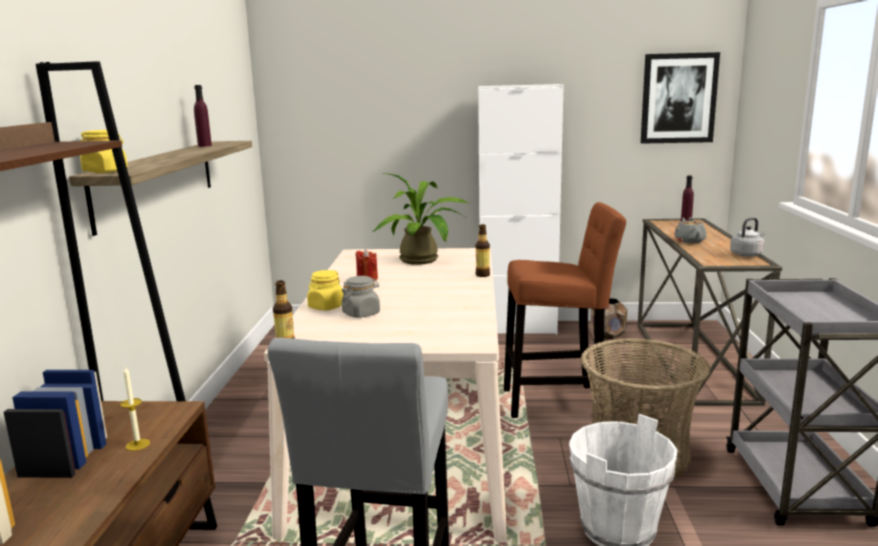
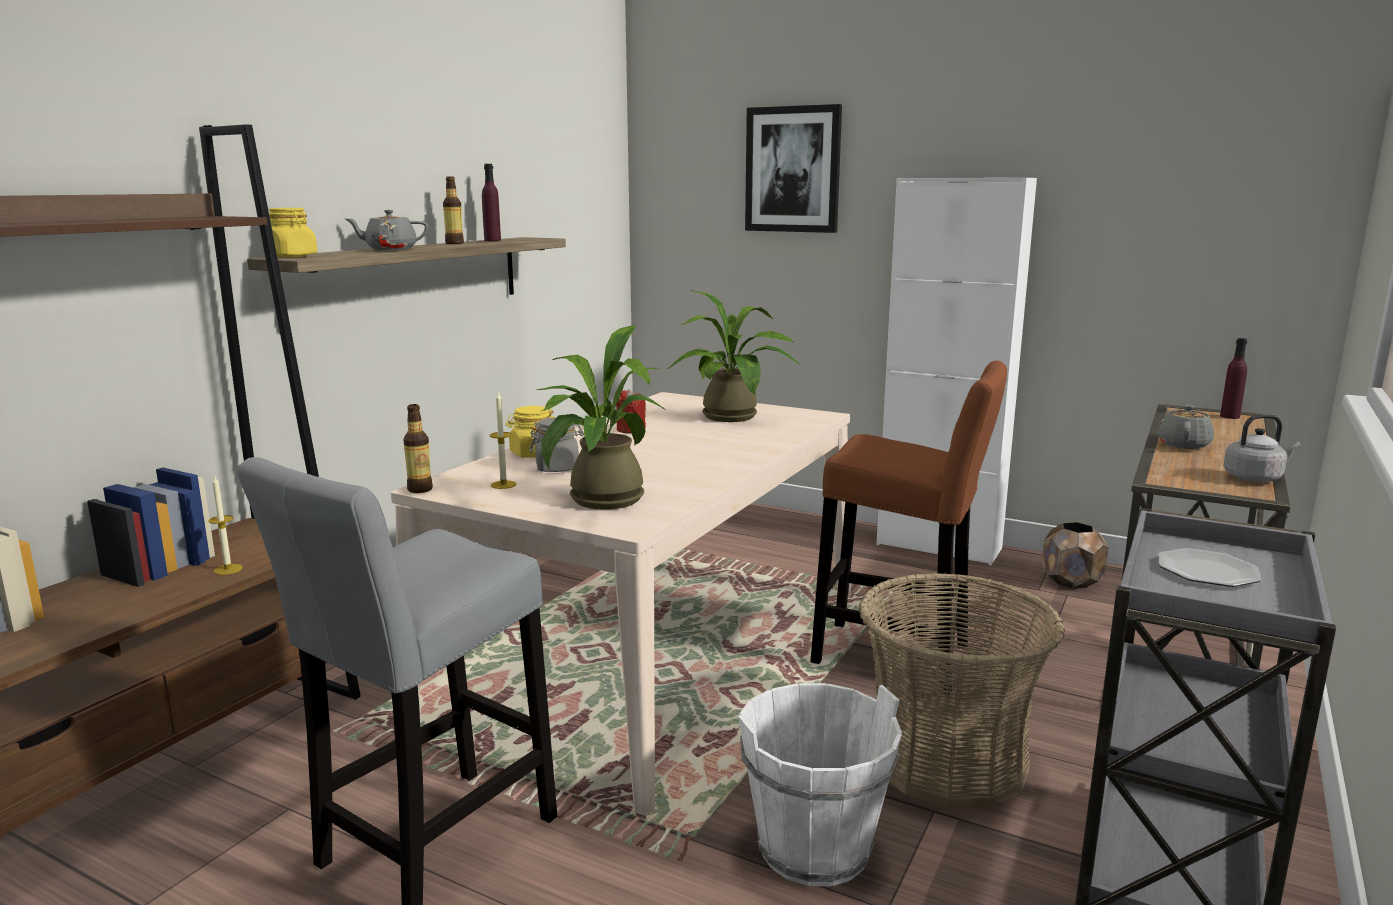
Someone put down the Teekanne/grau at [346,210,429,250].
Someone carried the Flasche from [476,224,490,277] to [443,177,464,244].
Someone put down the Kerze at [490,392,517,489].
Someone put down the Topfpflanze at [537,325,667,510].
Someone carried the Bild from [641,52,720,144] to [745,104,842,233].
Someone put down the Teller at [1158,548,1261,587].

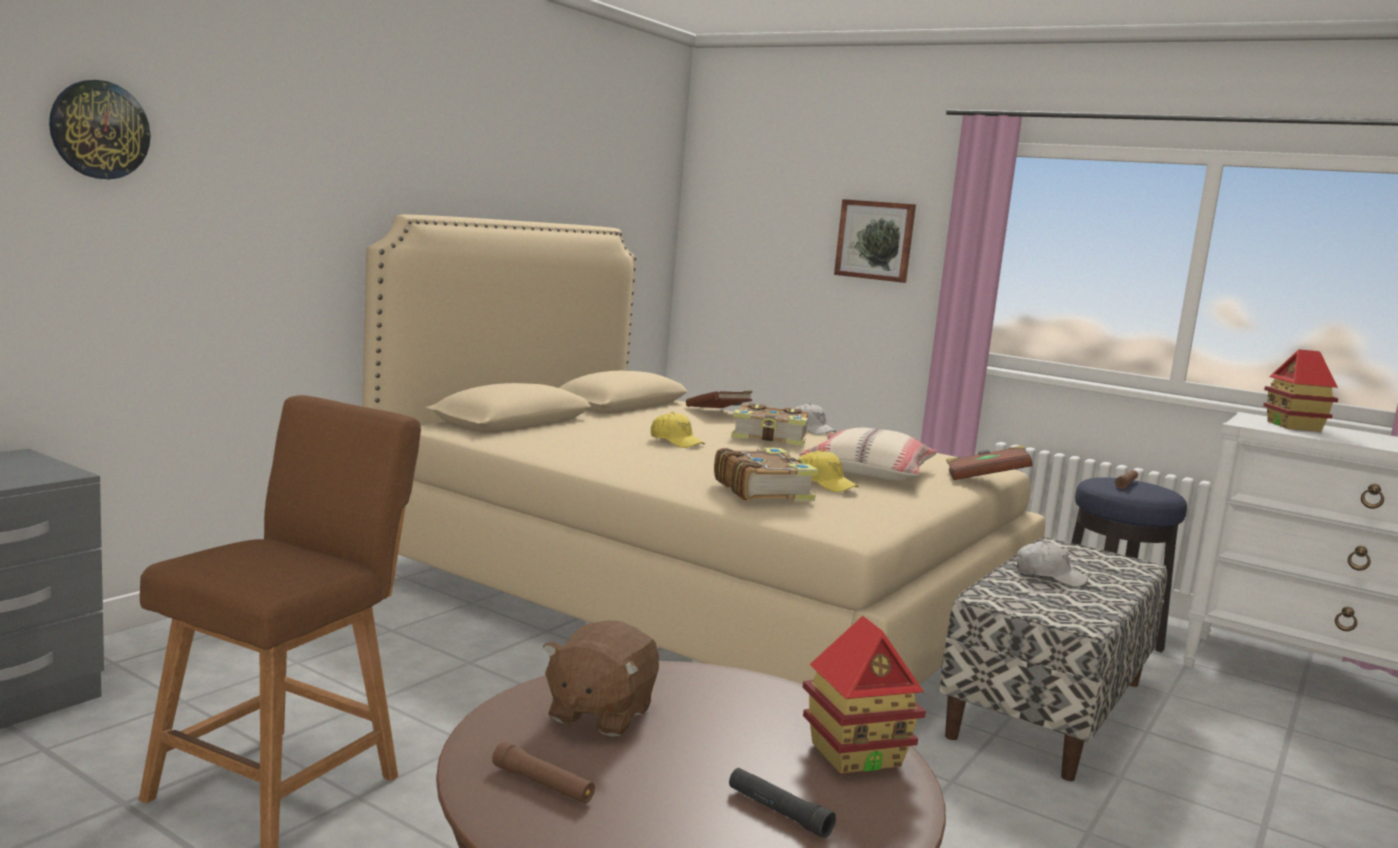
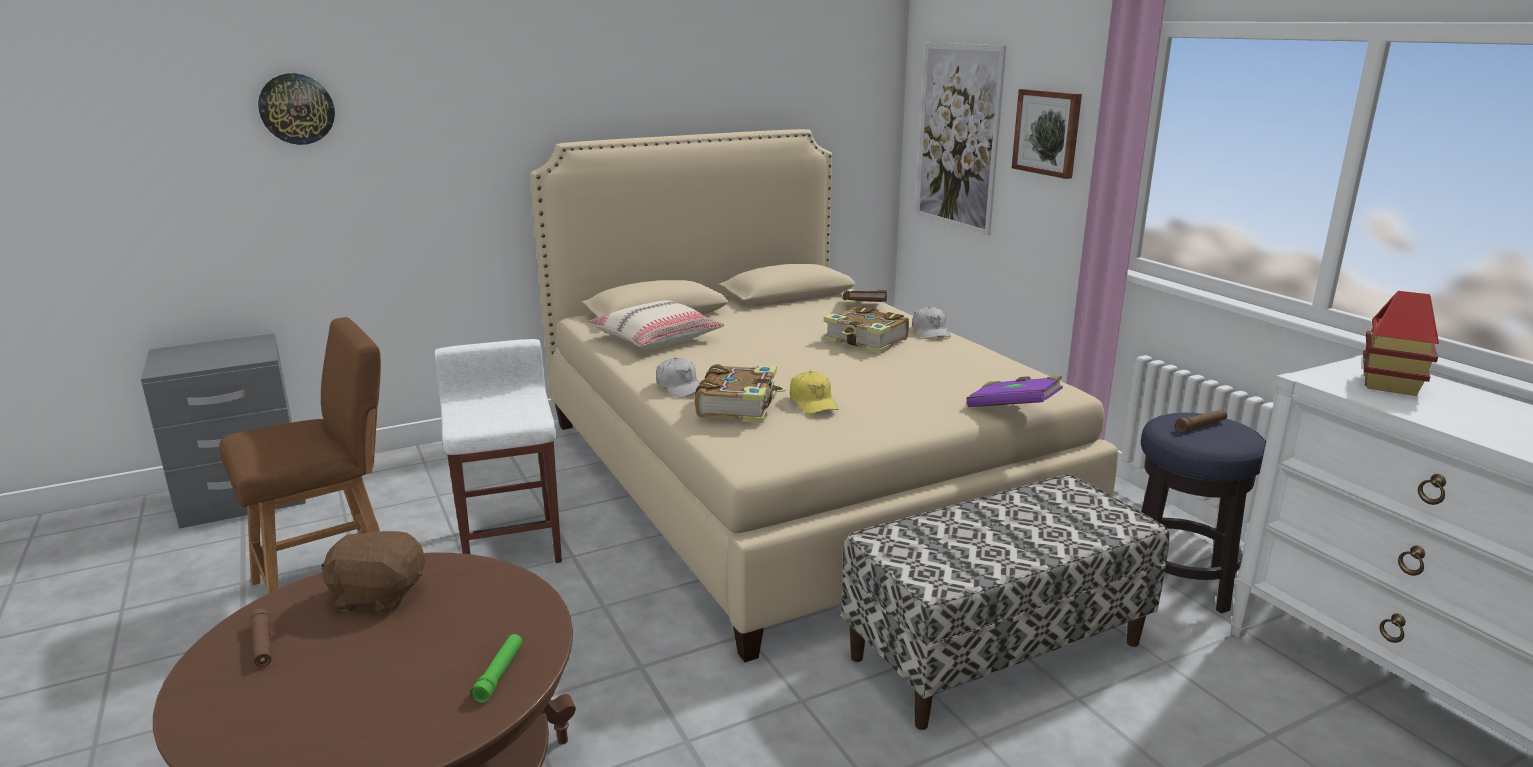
Someone rotated the Plüschtier/braun at [543,620,659,736] by 45 degrees clockwise.
Someone put down the Hocker/weiß at [435,339,562,563].
Someone swapped the Spielzeughaus at [803,616,926,774] for the Taschenlampe/grün at [470,634,523,703].
Someone carried the Kissen/beige from [799,428,937,481] to [588,300,724,349].
Someone carried the Kappe/weiß from [1017,541,1088,587] to [656,357,700,398].
Someone put up the Bild at [916,43,1006,236].
Someone repainted the Buch/braun at [946,445,1032,480], which became the Buch/lila at [967,376,1063,407].
Someone took away the Kappe/gelb at [651,412,705,448].
Someone took away the Taschenlampe/schwarz at [729,768,836,838].

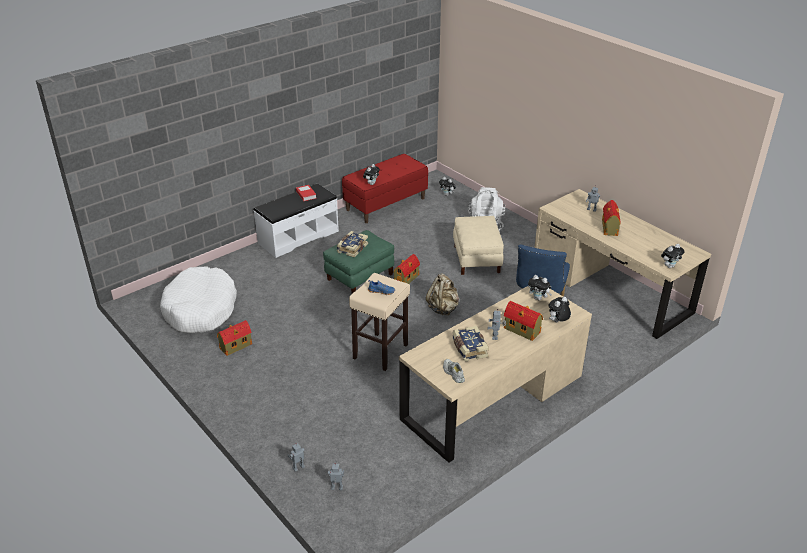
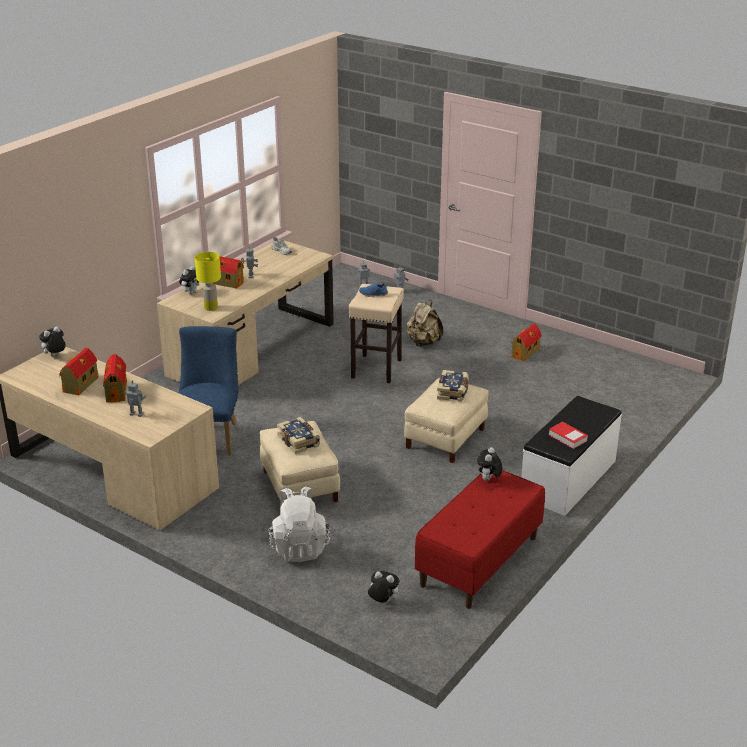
Someone carried the Spielzeughaus from [393,254,420,284] to [59,348,99,395].
Someone swapped the Plüschtier at [528,275,552,301] for the Tischlampe/gelb at [195,252,221,311].
Someone carried the Buch from [452,326,489,362] to [277,417,320,454].
Someone repainted the Polsterhocker/grün at [323,230,394,294], which became the Polsterhocker/beige at [404,378,489,463].
Someone carried the Rucksack/beige from [426,274,459,315] to [407,300,443,347].
Someone took away the Hundebett/weiß at [160,266,237,333].

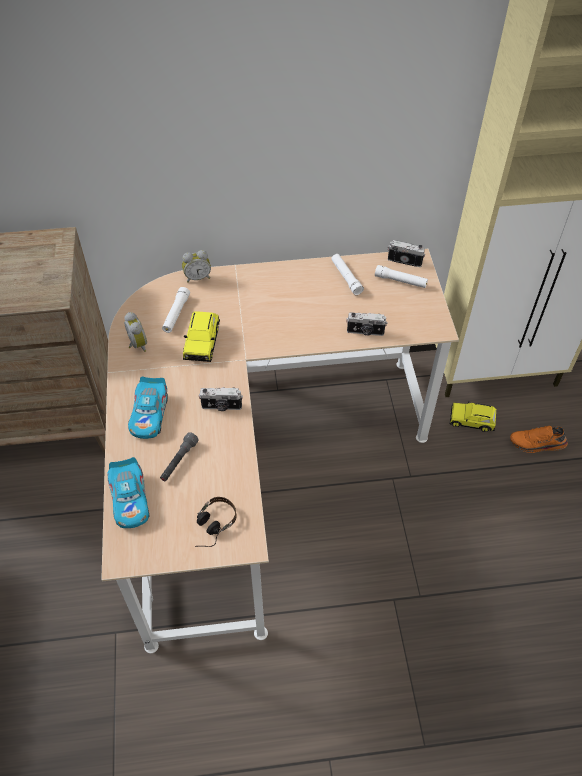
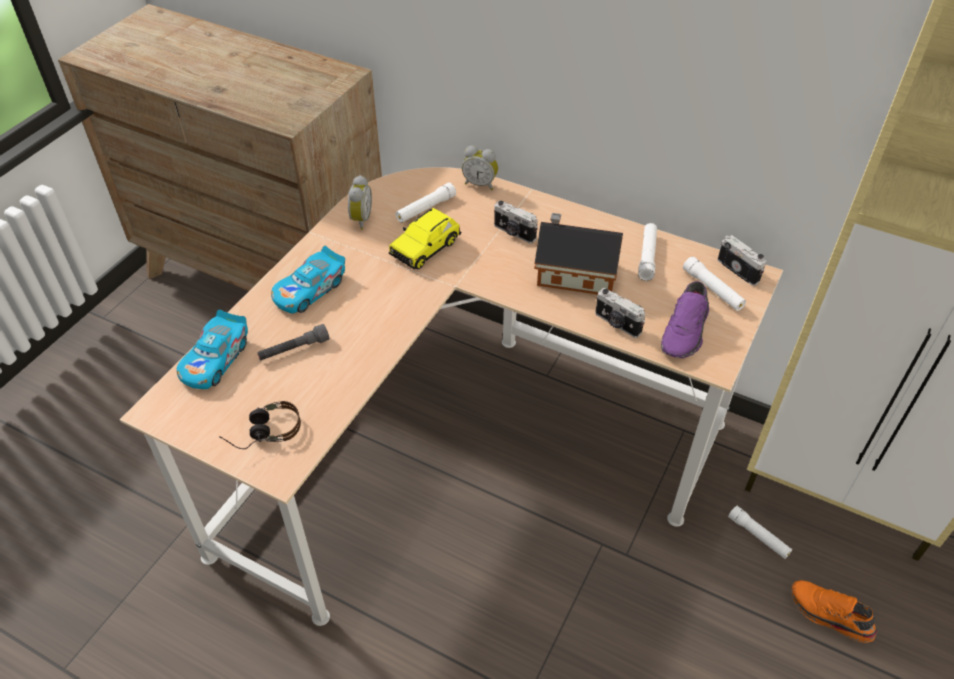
Someone carried the Kamera from [199,387,243,411] to [494,201,538,243].
Someone put down the Spielzeughaus at [534,213,623,294].
Someone put down the Schuh/lila at [661,281,709,358].
Someone swapped the Spielzeugauto/gelb at [450,401,496,432] for the Taschenlampe/weiß at [728,506,792,559].

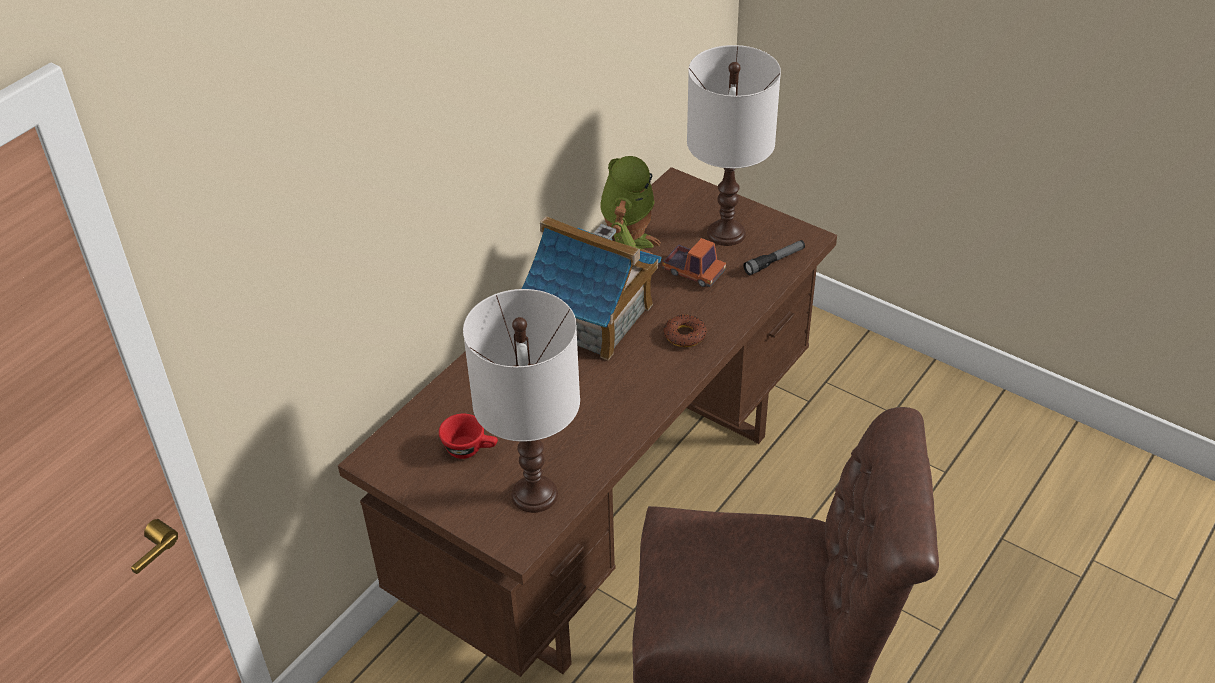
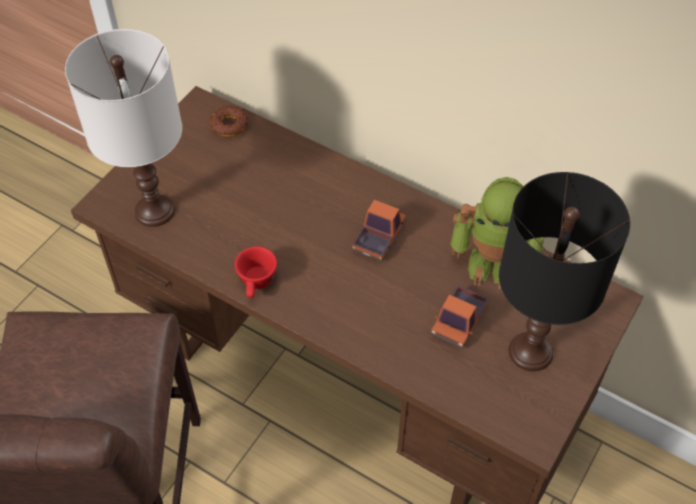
Someone carried the Donut from [664,314,707,347] to [210,106,249,137].
Someone carried the Tasse/rot from [439,414,498,459] to [235,246,277,298].
Someone swapped the Spielzeughaus at [522,216,662,360] for the Spielzeuglaster at [352,200,406,261].
Someone repainted the Tischlampe/weiß at [687,45,781,246], which became the Tischlampe/schwarz at [499,172,630,371].
Someone took away the Taschenlampe at [743,240,805,275].

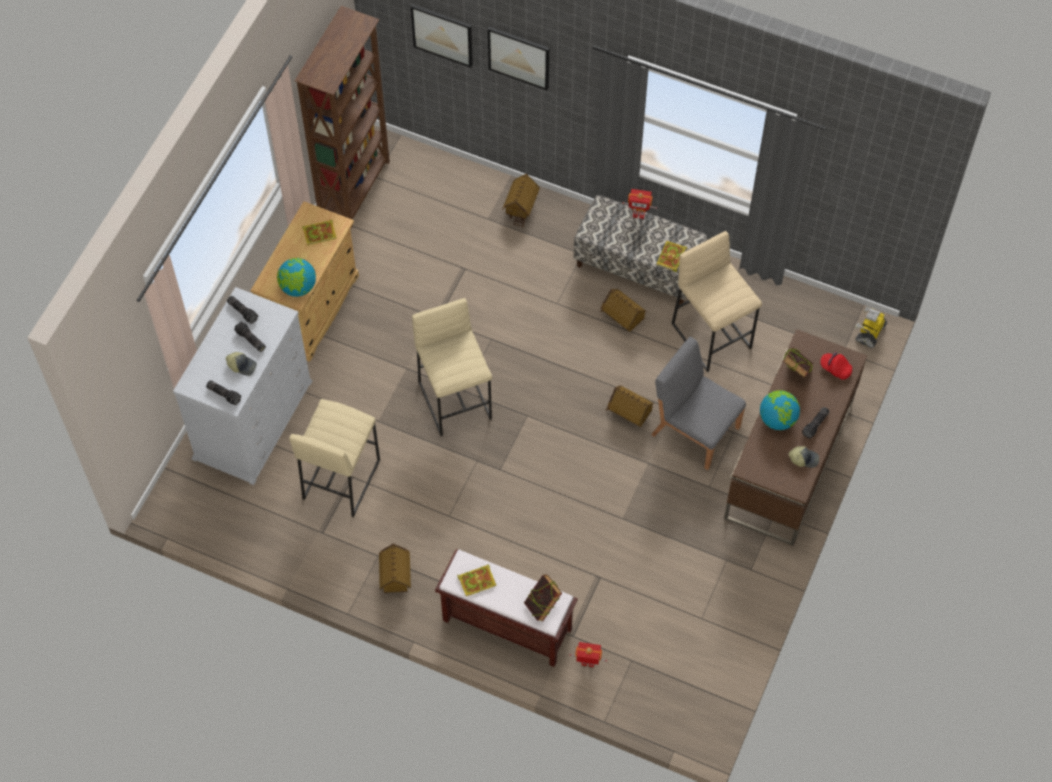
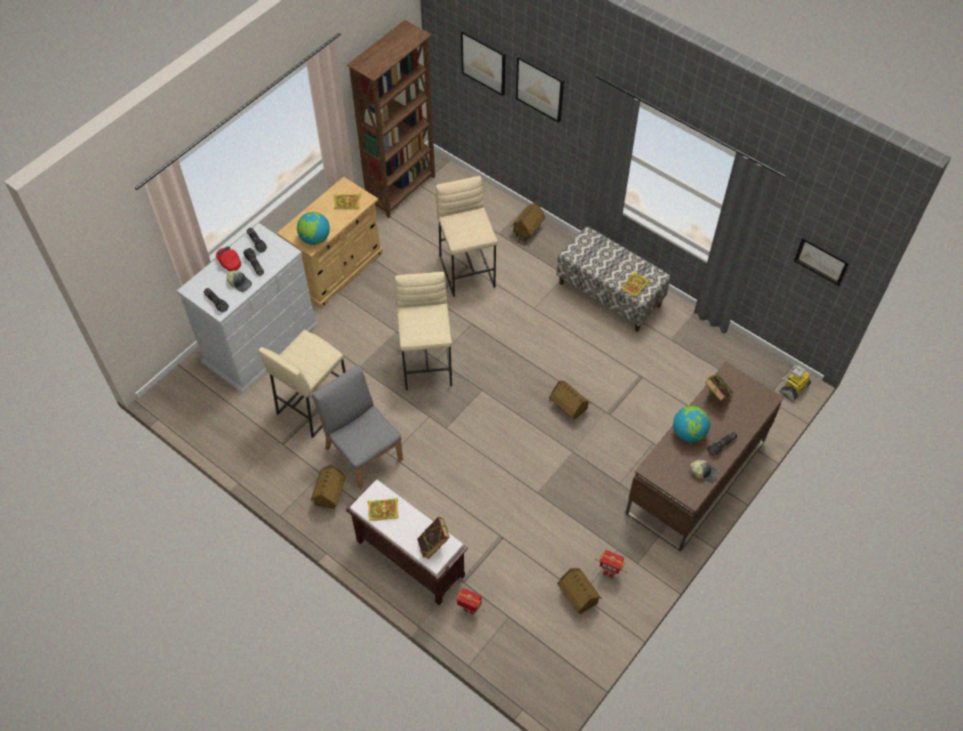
Someone carried the Kappe/rot from [820,352,852,379] to [216,246,241,271].
Someone carried the Stuhl/grau from [651,337,746,470] to [312,365,403,489].
Someone carried the Hocker/beige from [671,231,762,372] to [436,176,498,297].
Someone carried the Spielzeughaus from [600,289,648,332] to [557,568,602,614].
Someone carried the Spielzeugroboter from [622,189,657,219] to [595,550,627,578].
Someone put up the Bild at [794,237,849,286].

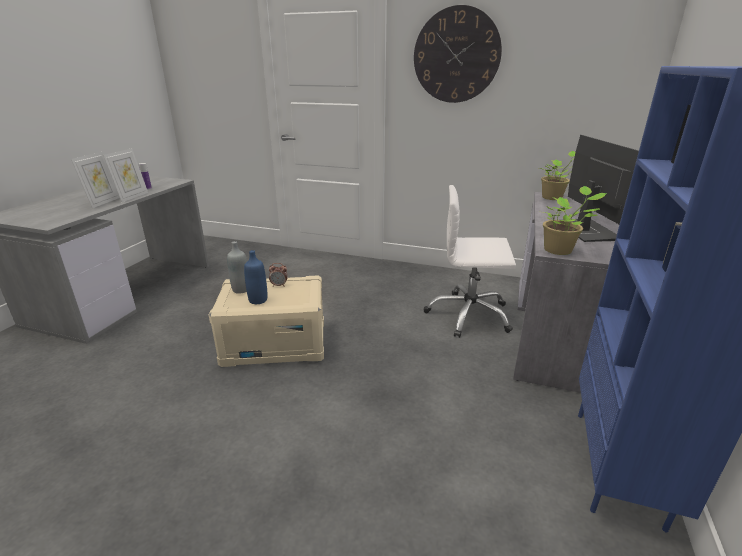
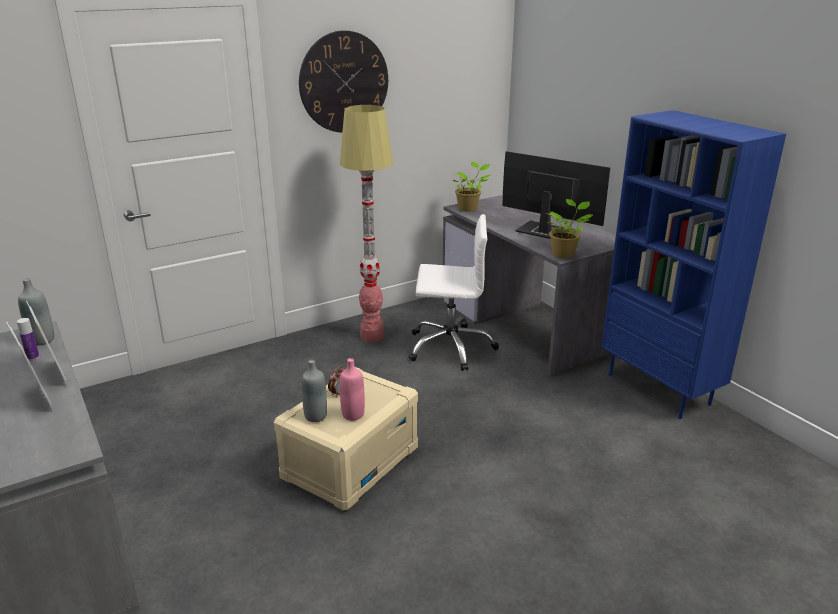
Someone put down the Flasche/grau at [18,278,55,345].
Someone put down the Stehlampe at [340,105,393,342].
Someone repainted the Flasche/blau at [244,250,267,304], which became the Flasche/rosa at [340,358,365,421].
Someone rotated the Bürostuhl/weiß at [424,185,516,338] by 135 degrees counterclockwise.

